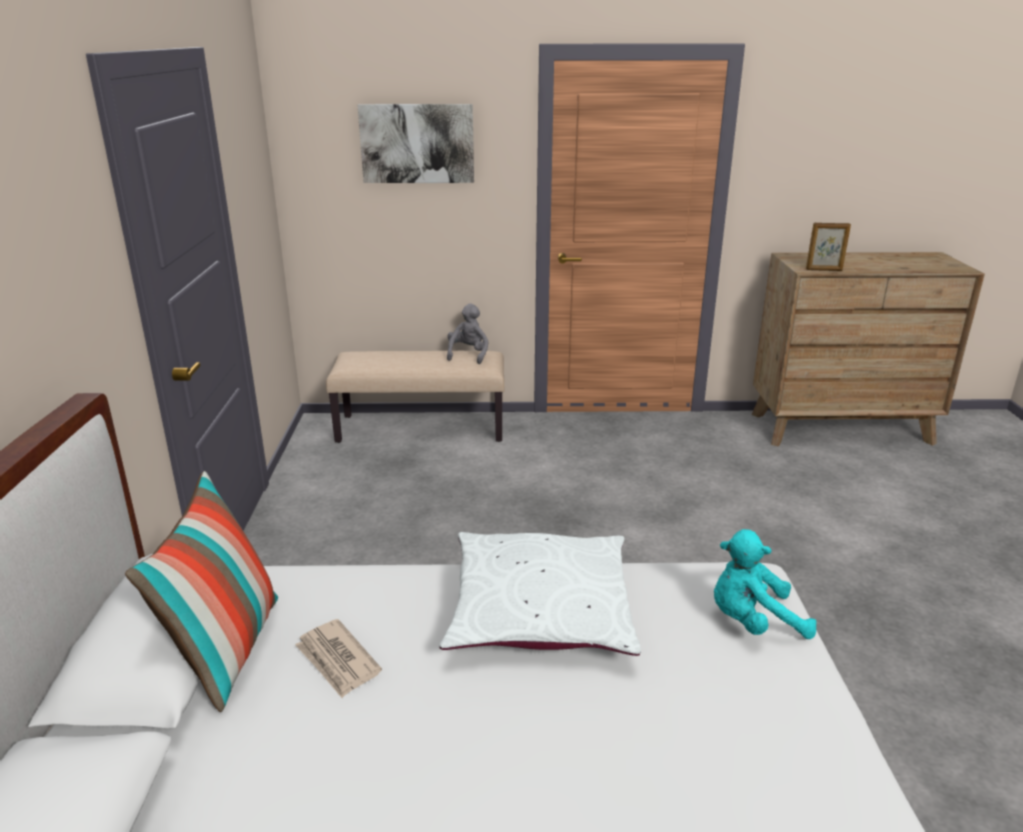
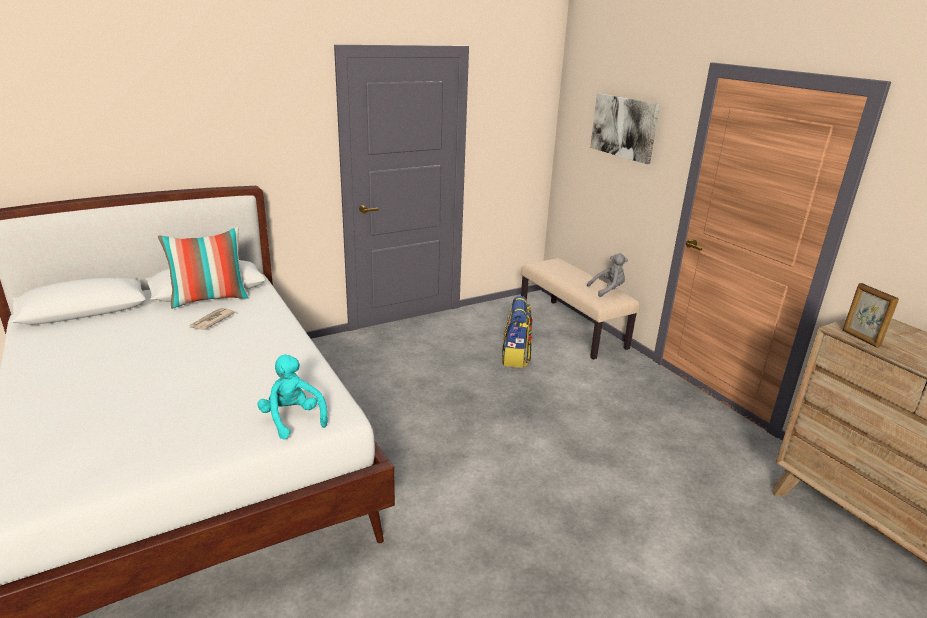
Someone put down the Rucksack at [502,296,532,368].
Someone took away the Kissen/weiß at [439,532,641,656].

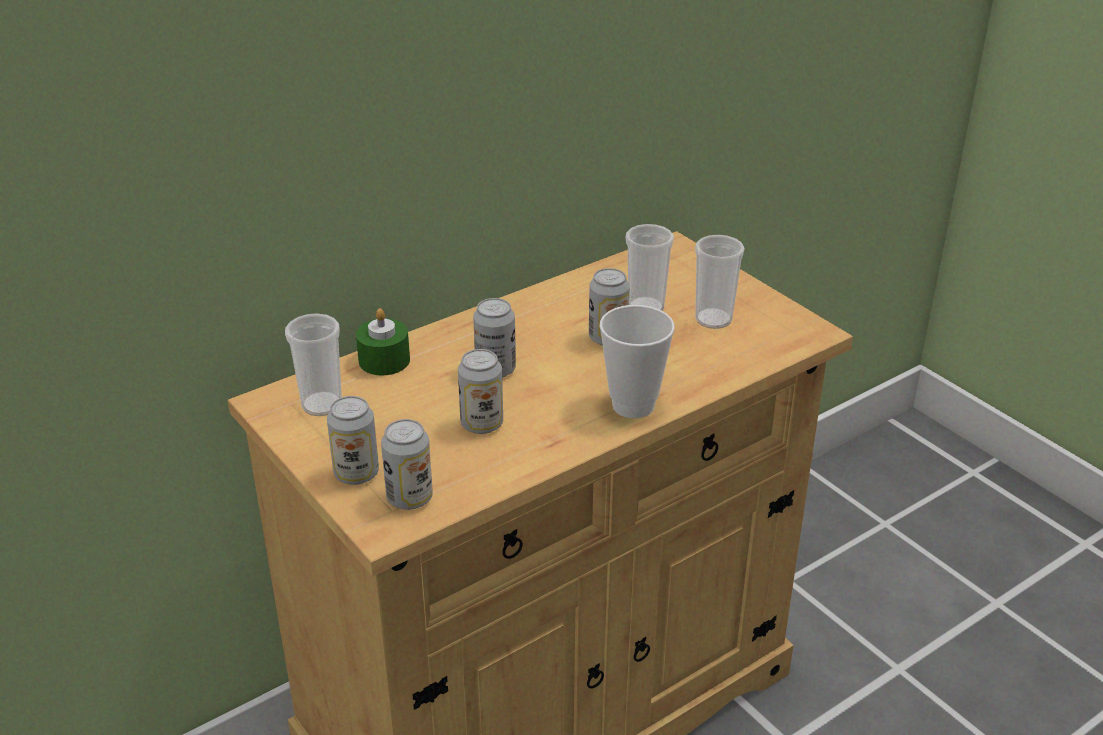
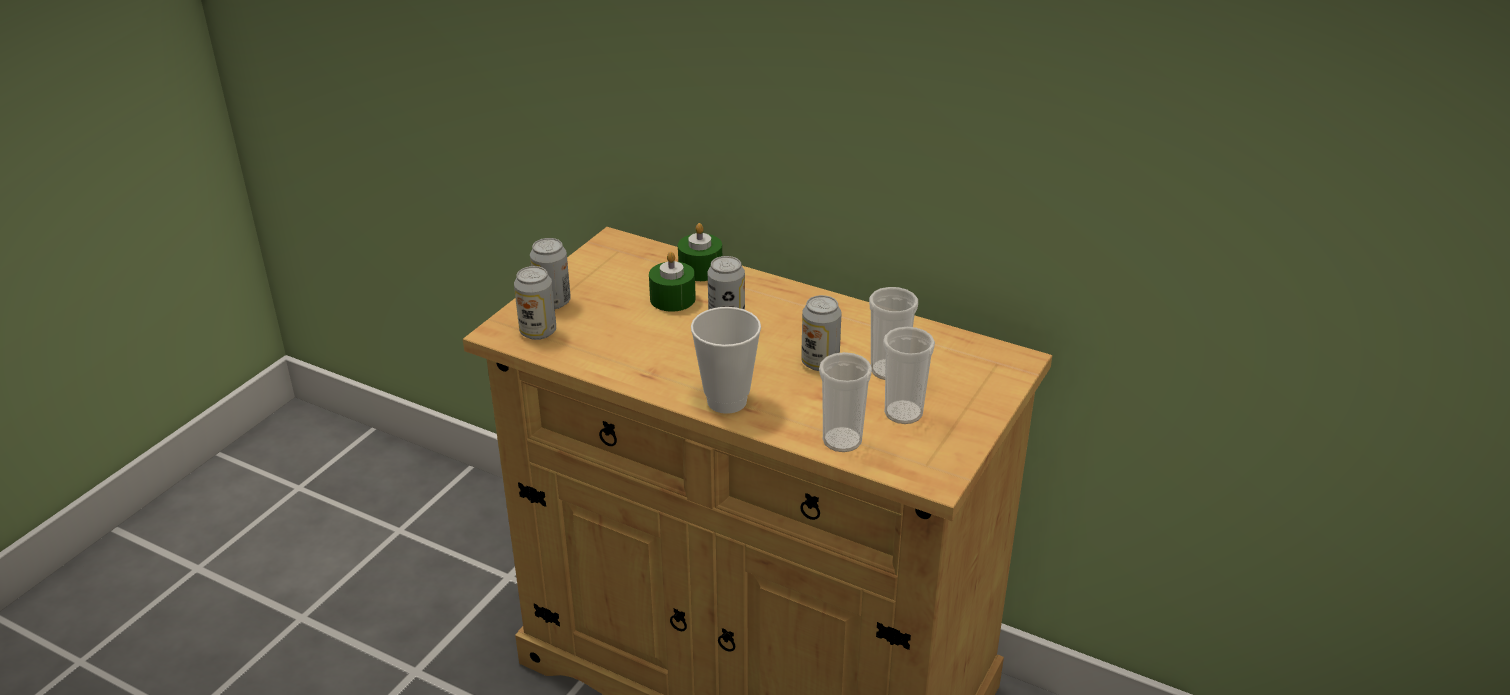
Someone put down the Kerze/grün at [649,252,696,312].
Someone carried the Tasse from [285,313,342,416] to [819,352,872,452].
Someone took away the Dose at [458,349,503,434].

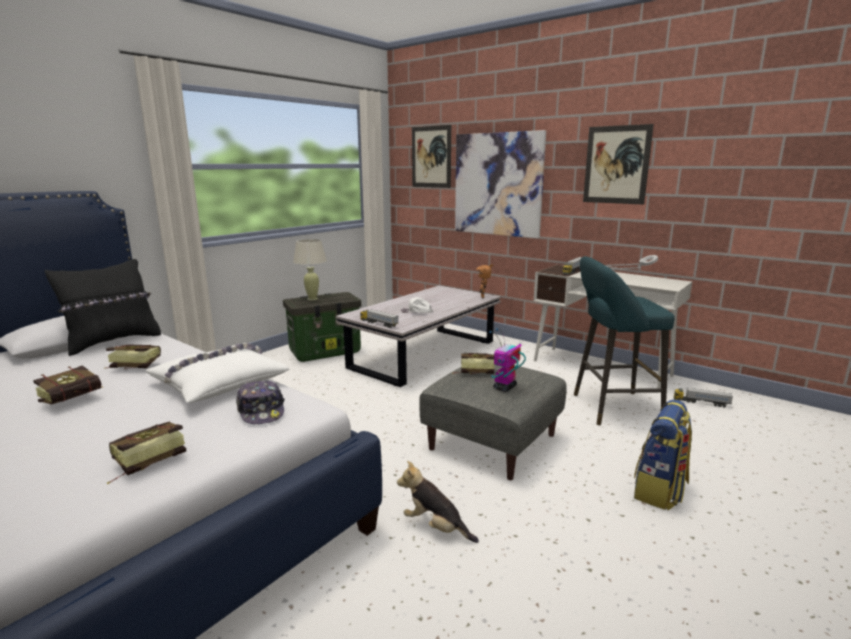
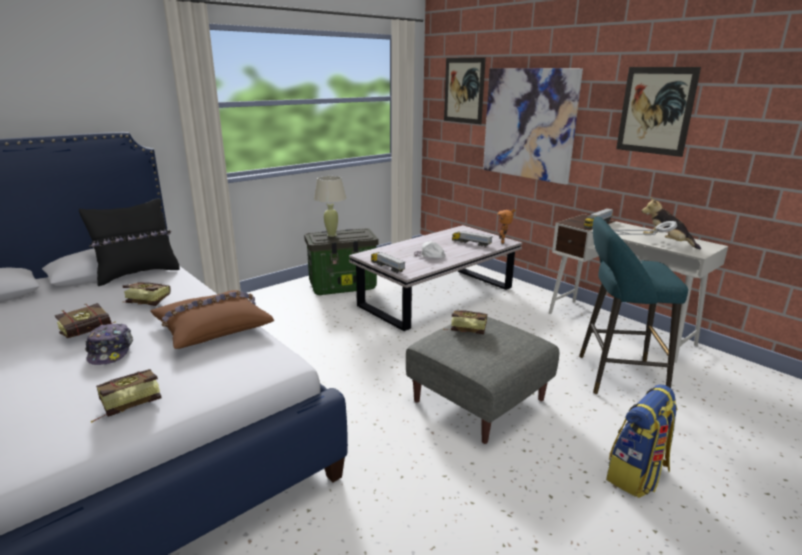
Someone carried the Kappe from [236,380,285,424] to [85,324,133,365].
Someone repainted the Kissen/weiß at [145,343,290,403], which became the Kissen/braun at [151,290,274,349].
Someone carried the Spielzeuglaster from [674,387,733,408] to [452,231,492,247].
Someone carried the Plüschtier from [397,461,479,543] to [642,197,701,250].
Someone took away the Spielzeugroboter at [489,328,526,392].

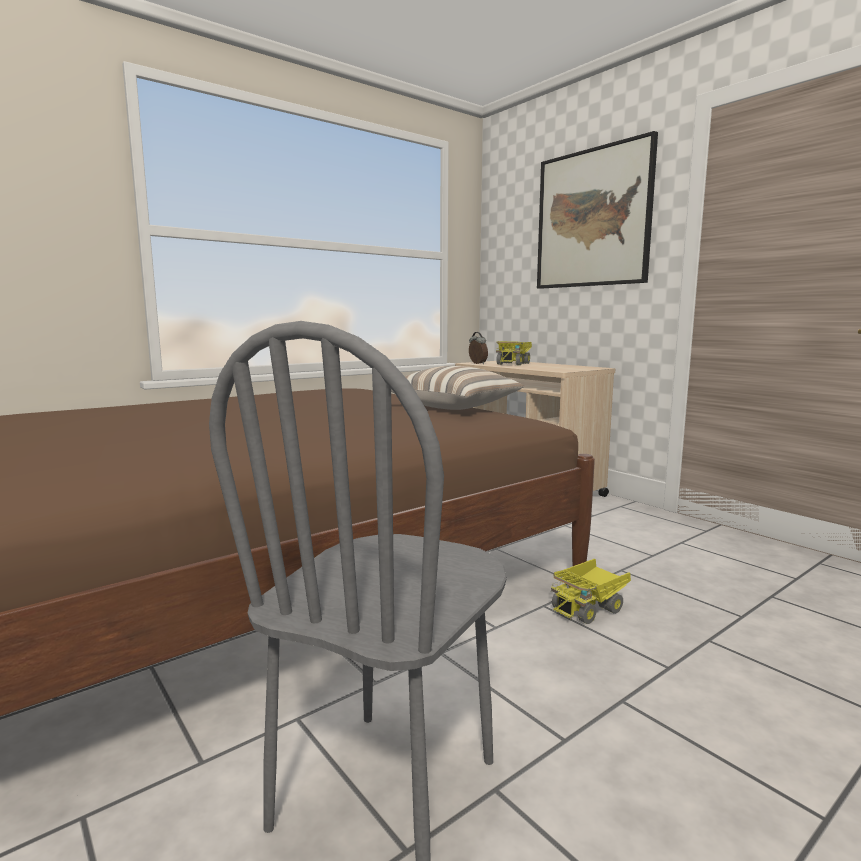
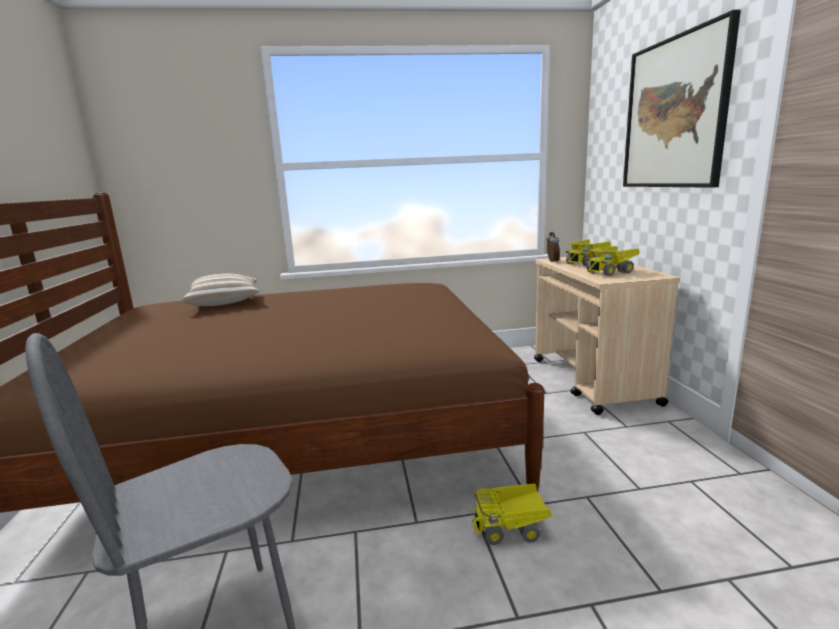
Someone carried the Kissen from [391,366,524,410] to [182,274,259,306].
Someone put down the Spielzeuglaster at [586,246,639,276].

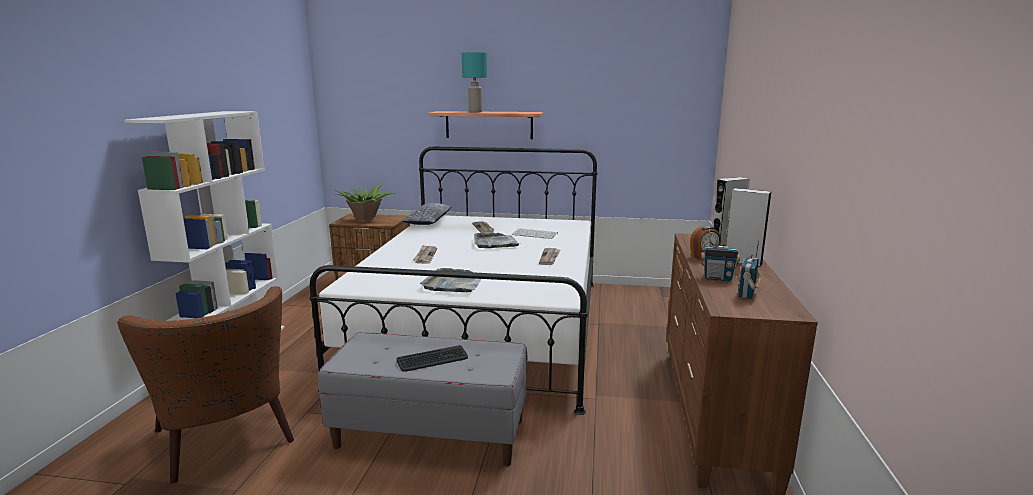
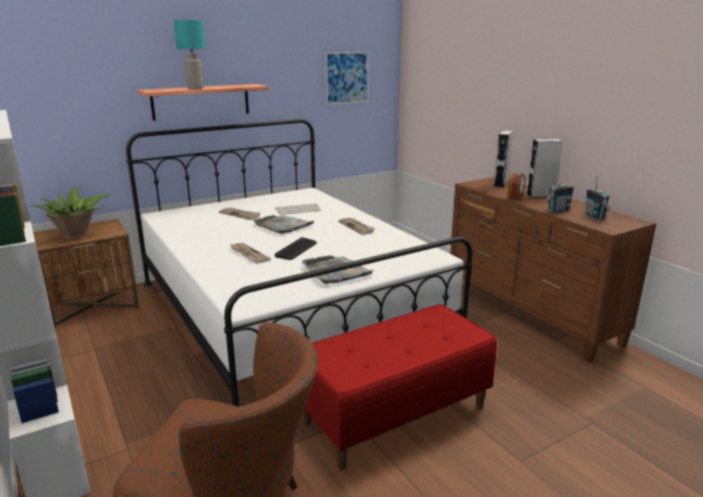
Someone carried the Tastatur from [397,345,468,372] to [275,237,317,260].
Someone repainted the Bank/grau at [318,332,527,466], which became the Bank/rot at [302,304,497,470].
Someone put up the Bild at [325,51,369,105].
Someone took away the Kissen at [402,203,452,225].

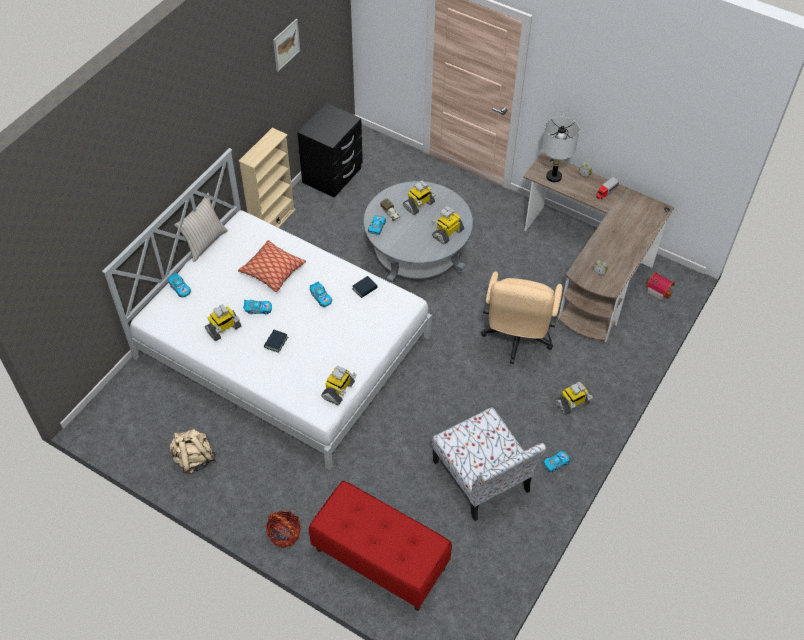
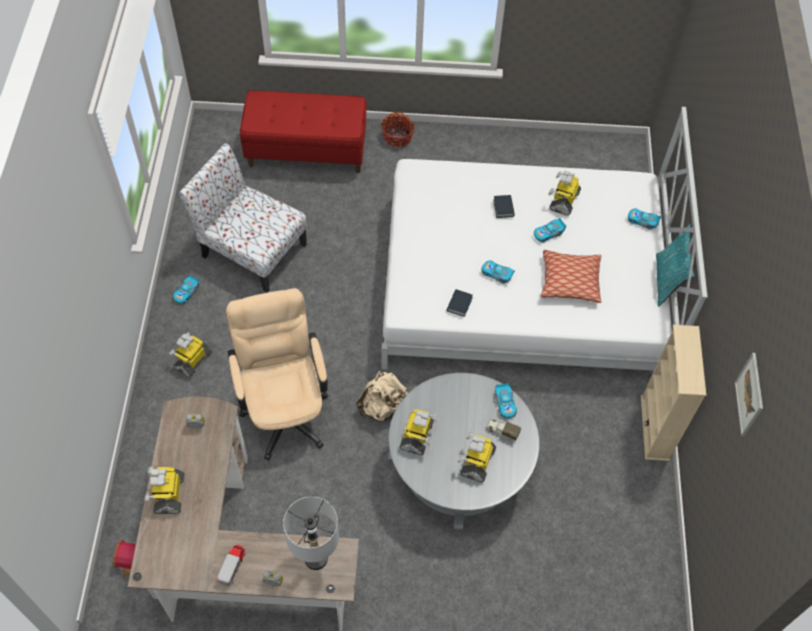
Someone carried the Spielzeugroboter from [321,366,357,405] to [145,466,185,514].
Someone carried the Rucksack/beige from [169,429,216,474] to [356,371,408,421].
Someone repainted the Kissen/beige at [174,193,228,262], which became the Kissen/türkis at [656,224,695,307].
Someone took away the Nachttisch/schwarz at [297,103,363,198].

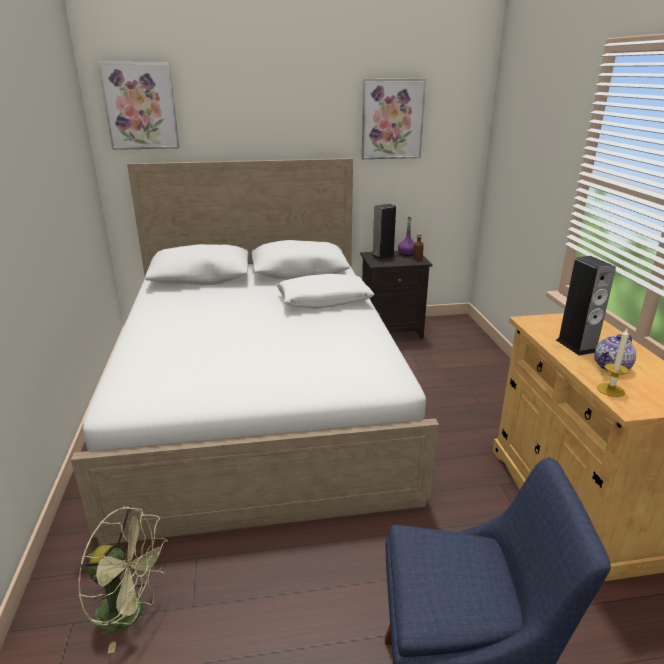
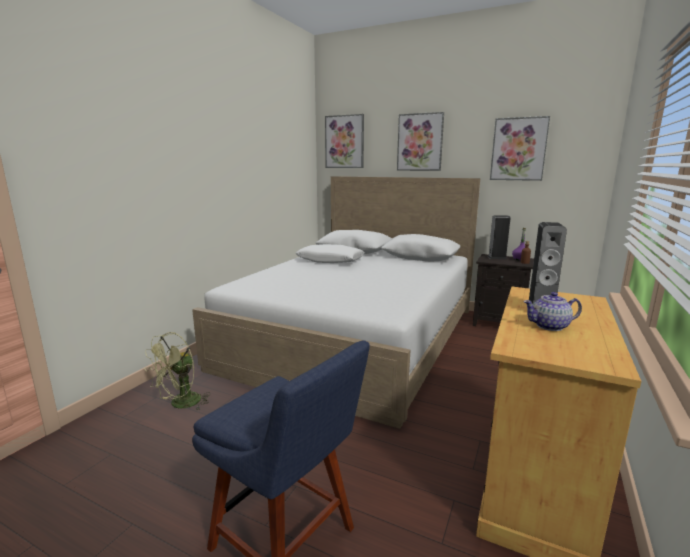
Someone rotated the Ventilator/grün at [78,506,168,653] by 75 degrees clockwise.
Someone carried the Kissen/weiß from [277,274,374,309] to [296,244,365,263].
Someone put up the Bild at [397,112,444,171].
Someone took away the Kerze at [597,329,629,397].

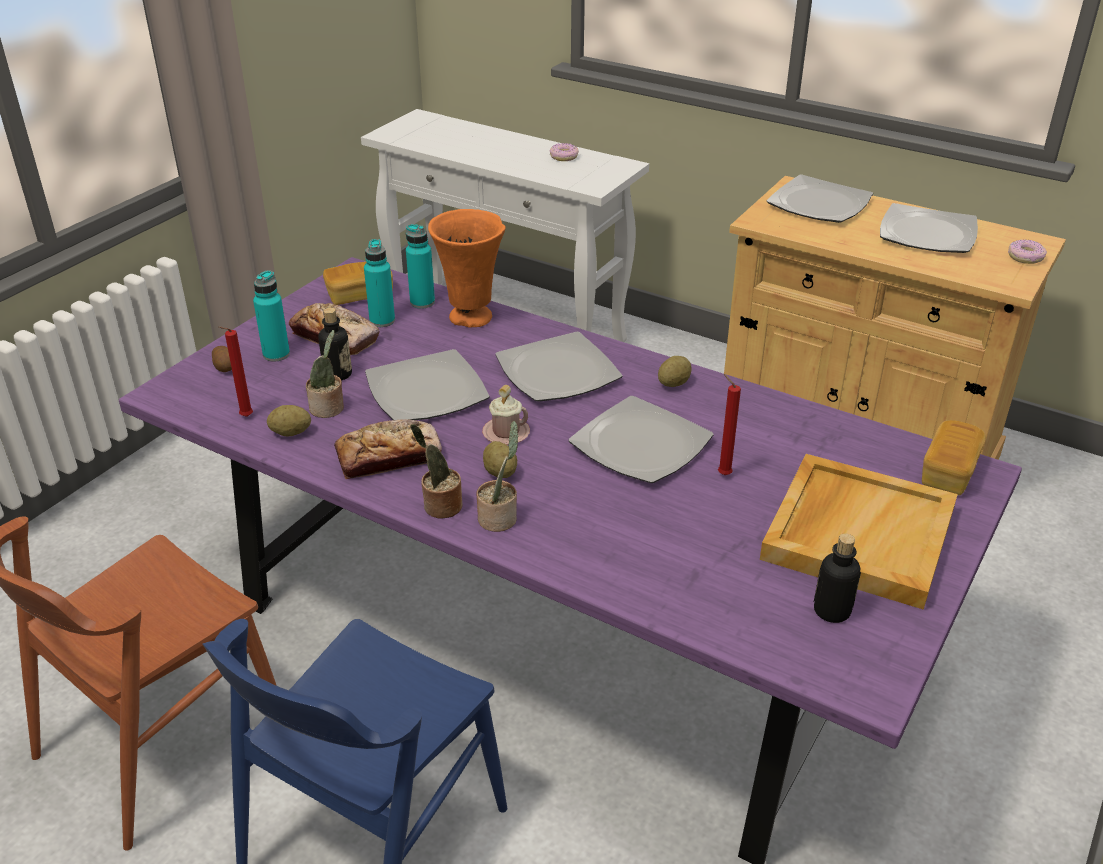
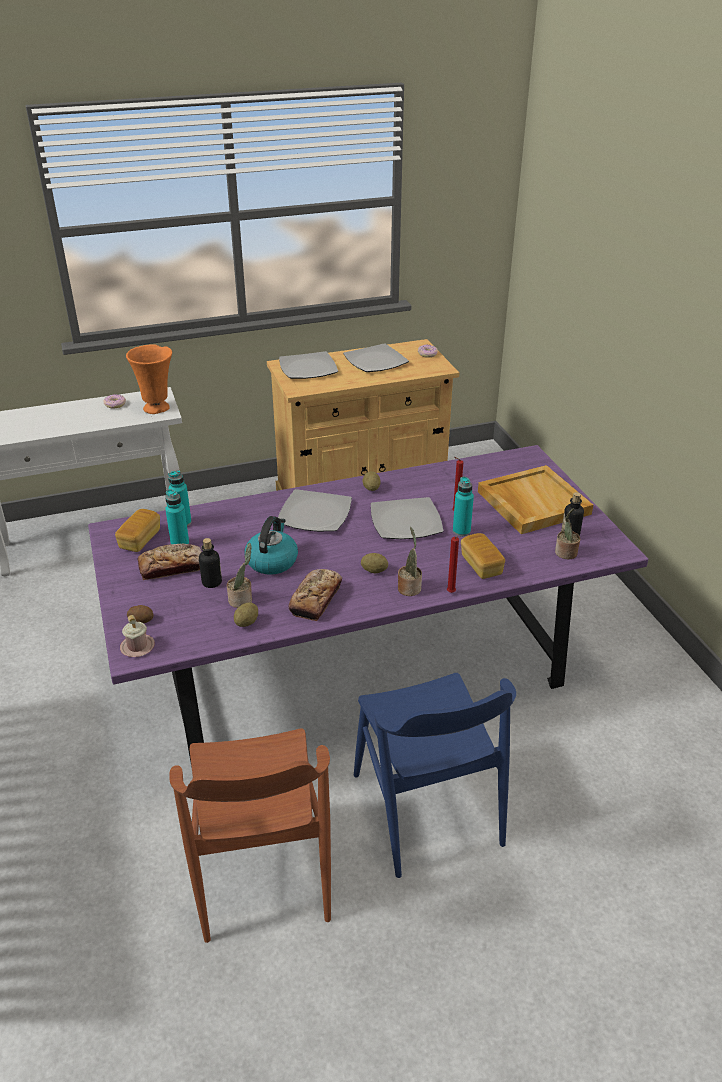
Someone carried the Henkelbecher/rosa from [482,385,530,445] to [120,615,155,657].
Someone carried the Vase/orange from [428,209,506,328] to [126,344,172,414].
Someone swapped the Teller at [365,349,490,420] for the Wasserkessel at [245,516,298,575].
Someone carried the Kerze/rot from [218,326,253,417] to [447,536,459,593].
Someone carried the Flasche/türkis from [253,270,290,362] to [453,477,474,536].
Someone carried the Brot from [922,420,986,495] to [461,533,505,579].
Someone carried the Topfpflanze from [410,424,462,519] to [555,508,580,559].

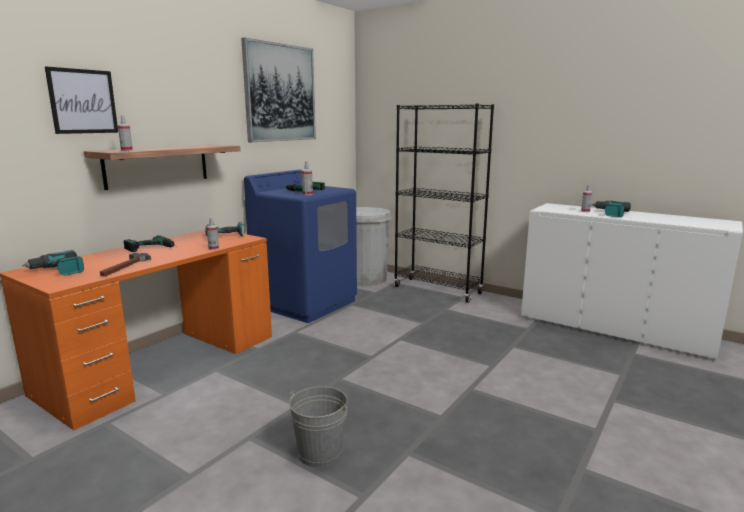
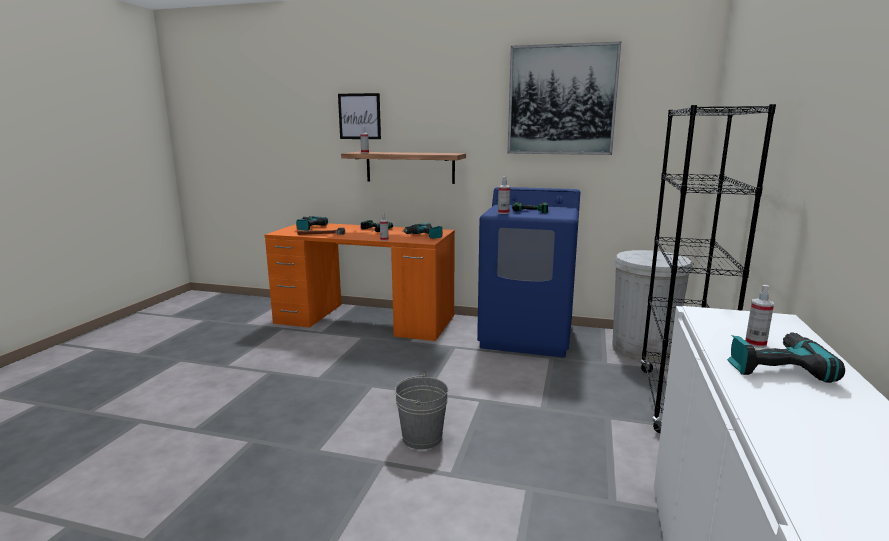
Someone carried the Eimer/grau from [288,386,348,468] to [395,373,448,450].

